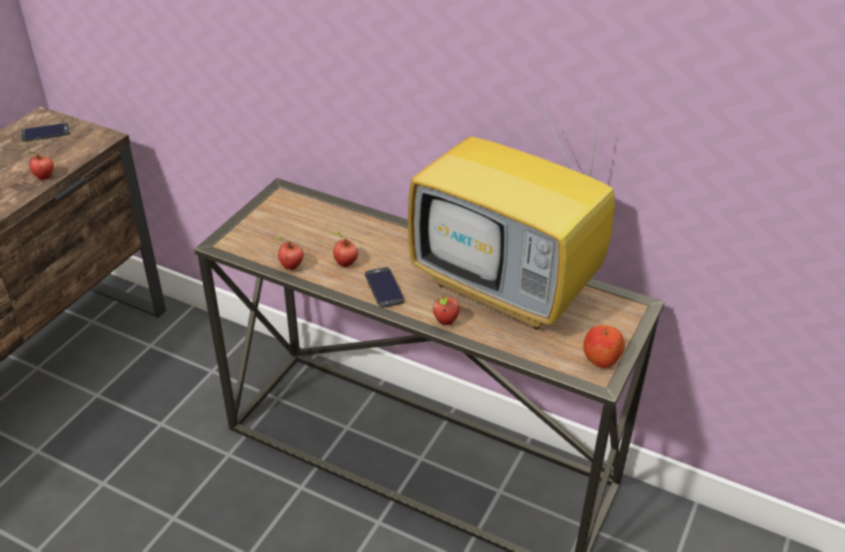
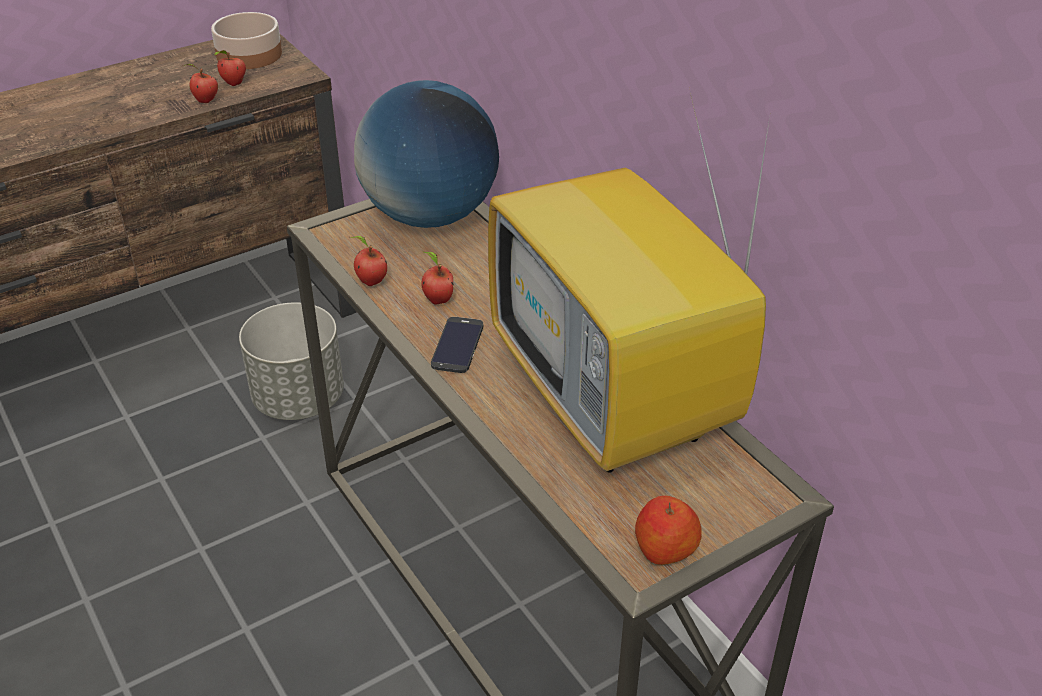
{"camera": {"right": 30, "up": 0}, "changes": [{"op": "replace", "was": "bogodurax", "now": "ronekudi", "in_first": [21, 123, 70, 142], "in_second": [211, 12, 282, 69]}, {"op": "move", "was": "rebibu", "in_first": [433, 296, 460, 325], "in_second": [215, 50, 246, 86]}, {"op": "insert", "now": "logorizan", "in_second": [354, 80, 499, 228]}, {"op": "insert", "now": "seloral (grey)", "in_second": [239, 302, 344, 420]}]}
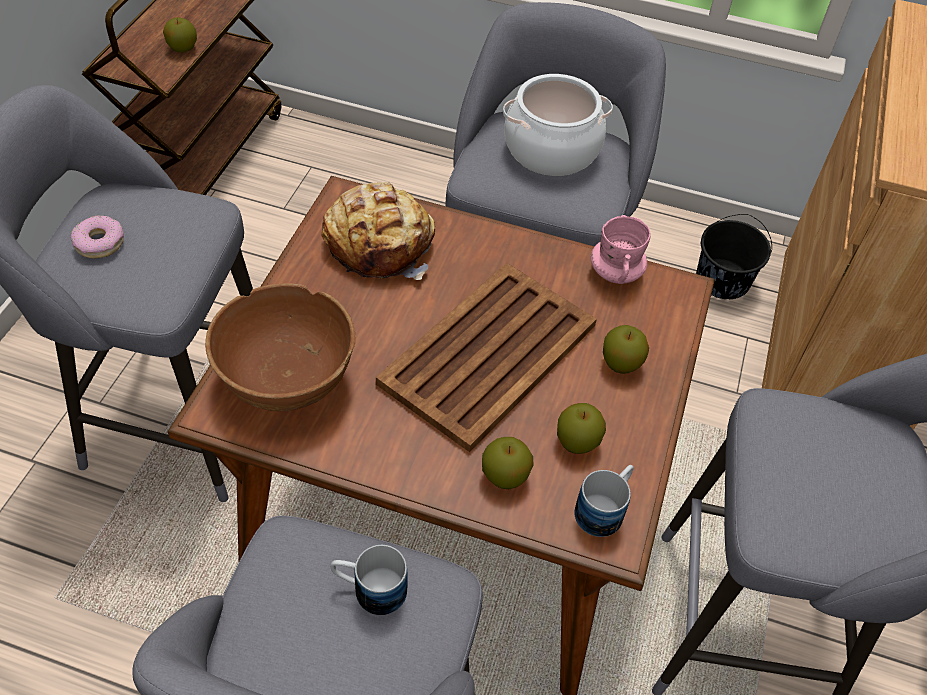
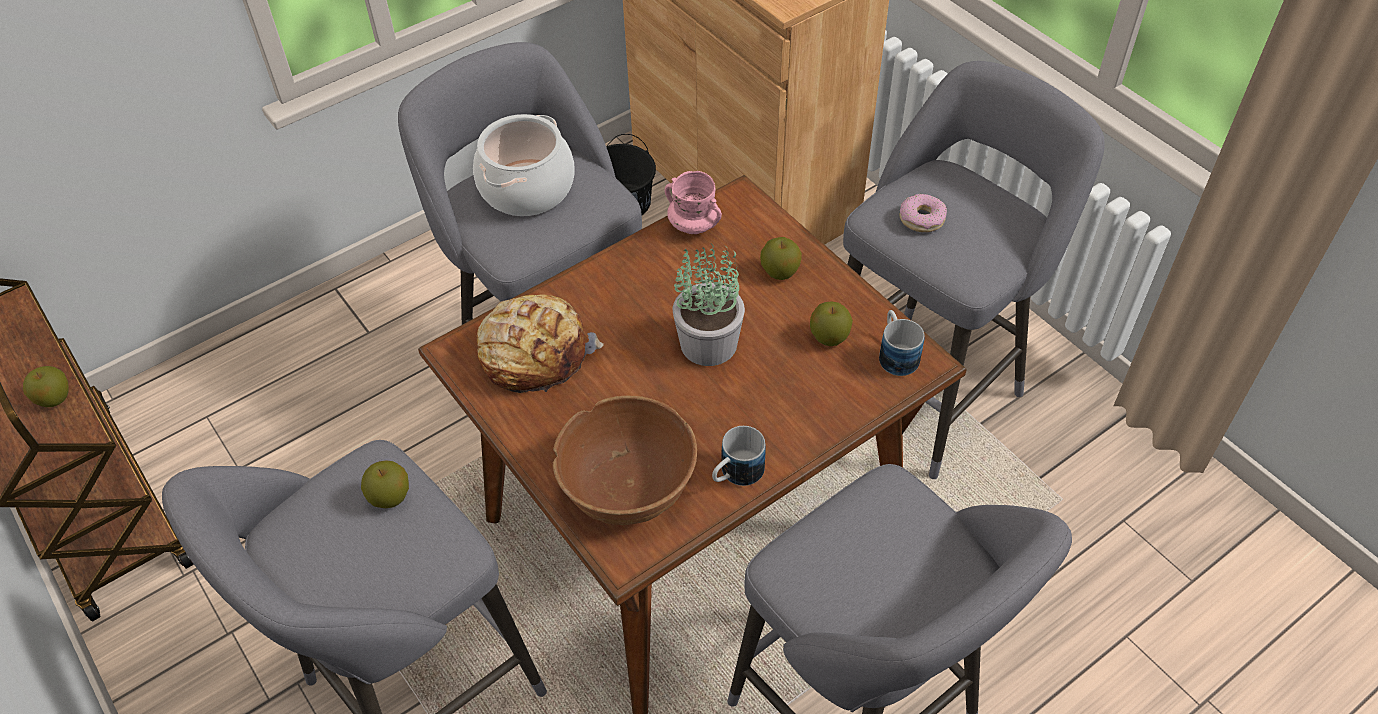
{"camera": {"right": -50, "up": 0}, "changes": [{"op": "move", "was": "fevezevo", "in_first": [71, 215, 124, 259], "in_second": [899, 194, 947, 232]}, {"op": "replace", "was": "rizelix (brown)", "now": "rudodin", "in_first": [376, 263, 597, 452], "in_second": [673, 243, 745, 366]}, {"op": "move", "was": "rebibu", "in_first": [482, 437, 533, 489], "in_second": [361, 460, 409, 508]}, {"op": "move", "was": "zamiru", "in_first": [330, 545, 408, 615], "in_second": [712, 426, 766, 486]}]}
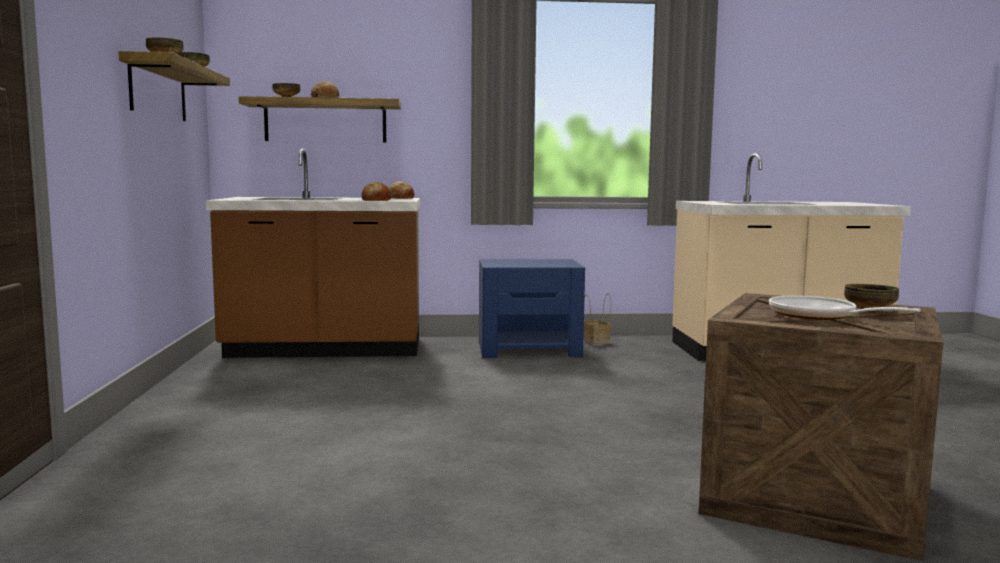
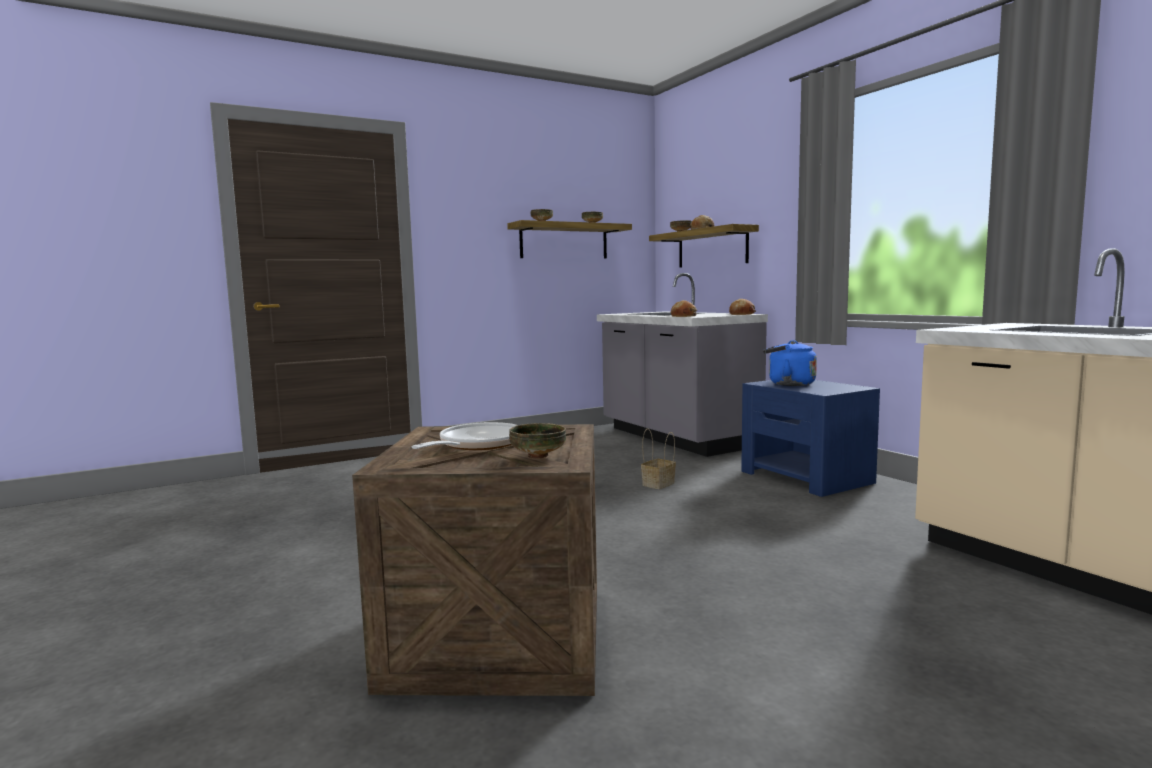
{"camera": {"right": 65, "up": 0}, "changes": [{"op": "recolor", "was": "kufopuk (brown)", "now": "kufopuk (grey)", "in_first": [206, 149, 420, 358], "in_second": [597, 273, 768, 457]}, {"op": "move", "was": "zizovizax", "in_first": [583, 293, 611, 345], "in_second": [641, 428, 676, 489]}, {"op": "insert", "now": "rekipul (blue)", "in_second": [763, 340, 817, 386]}]}
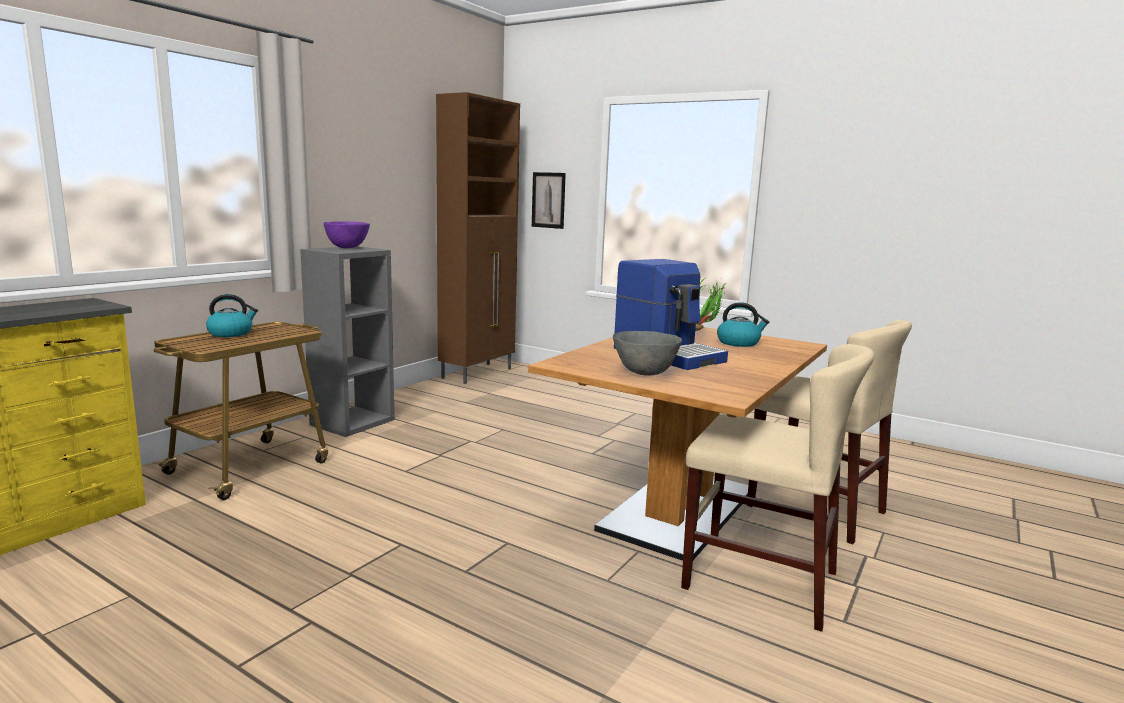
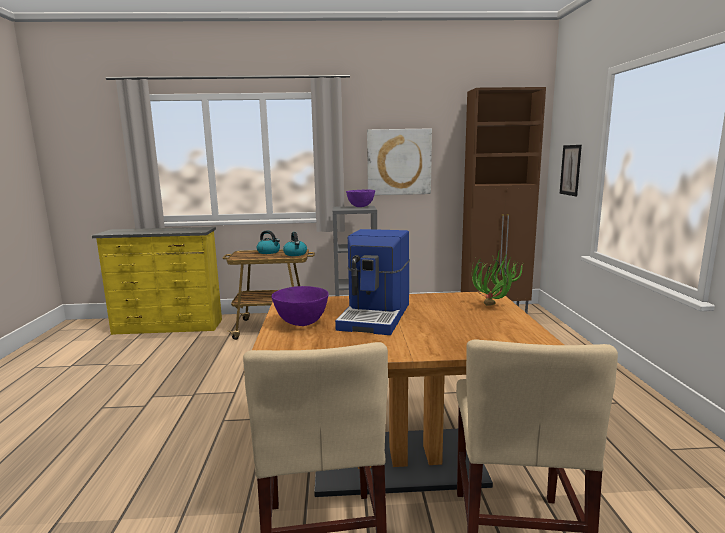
{"camera": {"right": 55, "up": 0}, "changes": [{"op": "move", "was": "rekipul", "in_first": [717, 302, 769, 347], "in_second": [283, 232, 307, 256]}, {"op": "recolor", "was": "ronekudi (grey)", "now": "ronekudi (purple)", "in_first": [613, 331, 682, 376], "in_second": [271, 286, 329, 326]}, {"op": "insert", "now": "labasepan", "in_second": [367, 128, 432, 195]}]}
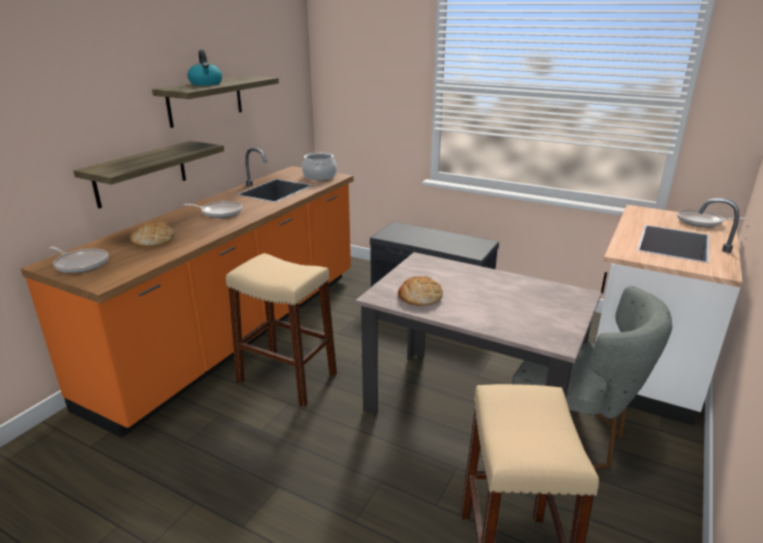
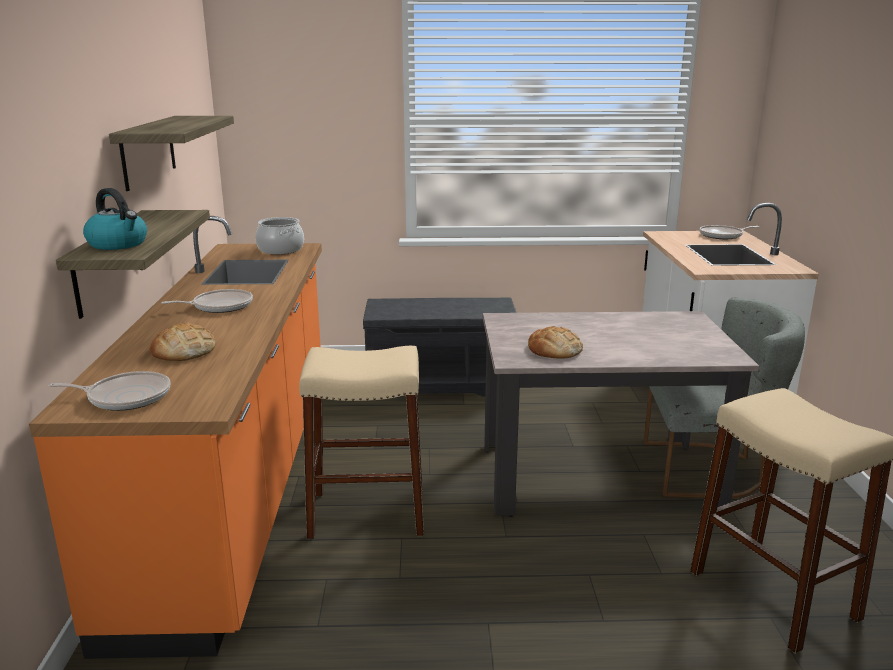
{"camera": {"right": -30, "up": -5}, "changes": [{"op": "move", "was": "rekipul", "in_first": [187, 50, 222, 86], "in_second": [83, 188, 147, 250]}]}
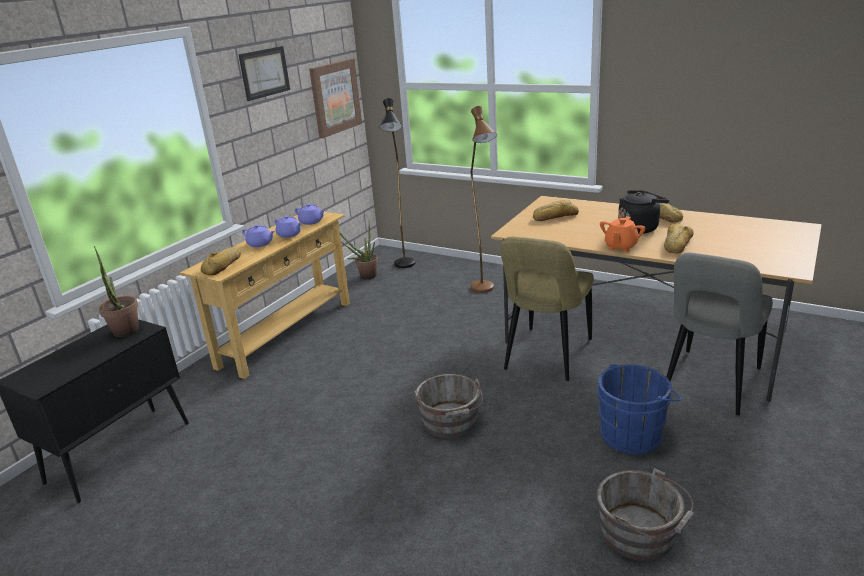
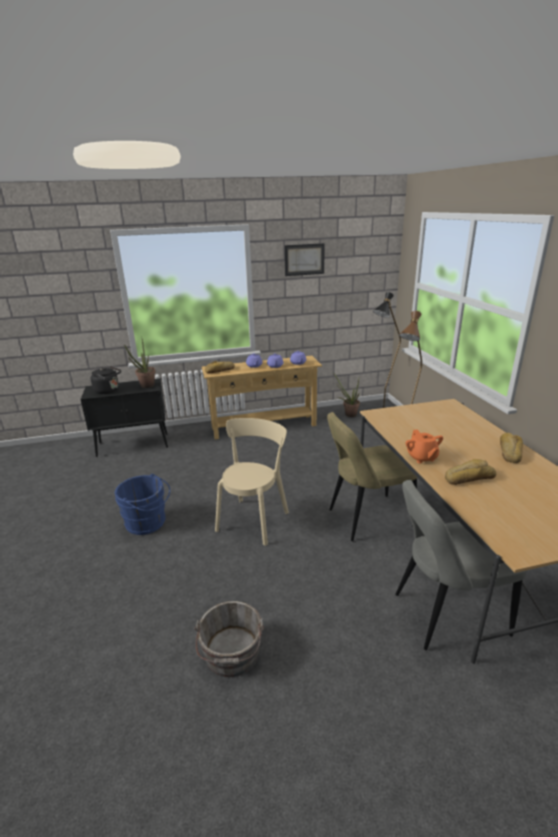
{"camera": {"right": 45, "up": 0}, "changes": [{"op": "delete", "was": "labasepan", "in_first": [309, 59, 362, 138]}, {"op": "move", "was": "rekipul (black)", "in_first": [618, 190, 669, 234], "in_second": [91, 366, 121, 394]}, {"op": "delete", "was": "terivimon", "in_first": [533, 200, 579, 221]}, {"op": "rotate", "was": "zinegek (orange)", "in_first": [600, 216, 645, 252], "in_second": [405, 429, 443, 463], "clockwise": -90}, {"op": "move", "was": "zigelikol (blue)", "in_first": [597, 364, 681, 454], "in_second": [115, 474, 170, 535]}, {"op": "replace", "was": "zigelikol (grey)", "now": "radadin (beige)", "in_first": [415, 374, 483, 438], "in_second": [215, 418, 289, 546]}]}
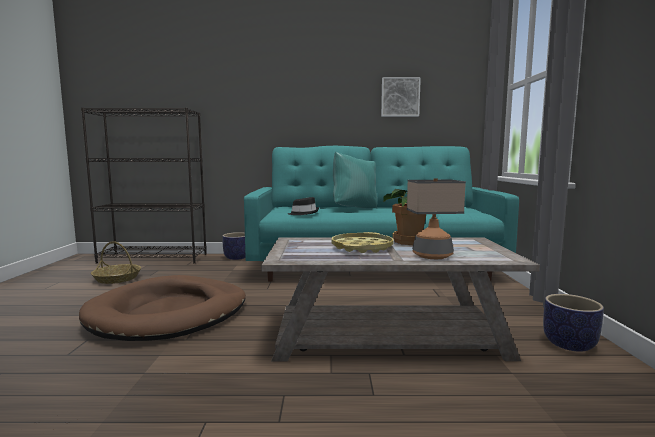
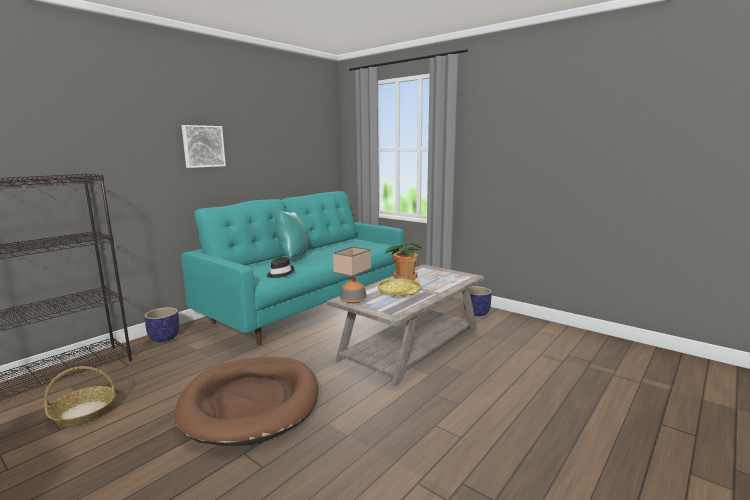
{"camera": {"right": -50, "up": 5}, "changes": [{"op": "move", "was": "labasepan", "in_first": [381, 77, 421, 117], "in_second": [181, 125, 226, 168]}, {"op": "move", "was": "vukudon", "in_first": [407, 178, 466, 259], "in_second": [333, 246, 371, 303]}]}
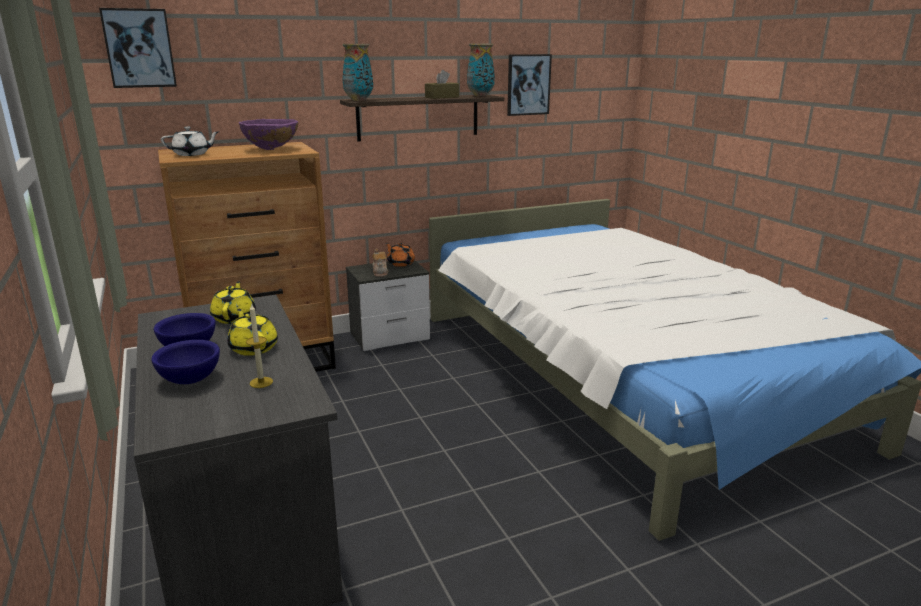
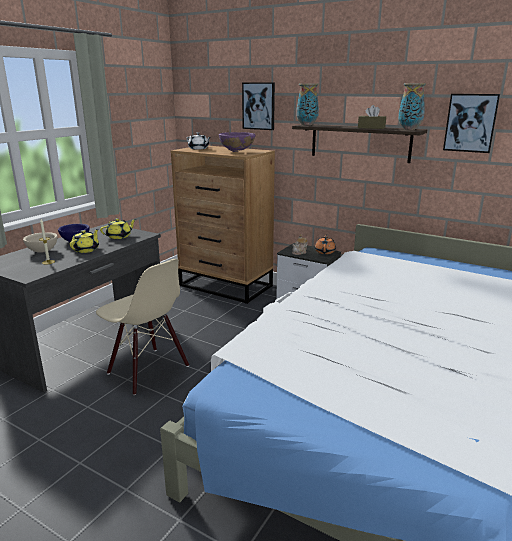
{"camera": {"right": 55, "up": 0}, "changes": [{"op": "move", "was": "labasepan", "in_first": [99, 8, 177, 88], "in_second": [242, 82, 275, 130]}, {"op": "recolor", "was": "ronekudi (blue)", "now": "ronekudi (beige)", "in_first": [151, 340, 220, 384], "in_second": [23, 232, 57, 253]}, {"op": "insert", "now": "radadin (beige)", "in_second": [96, 259, 189, 395]}]}
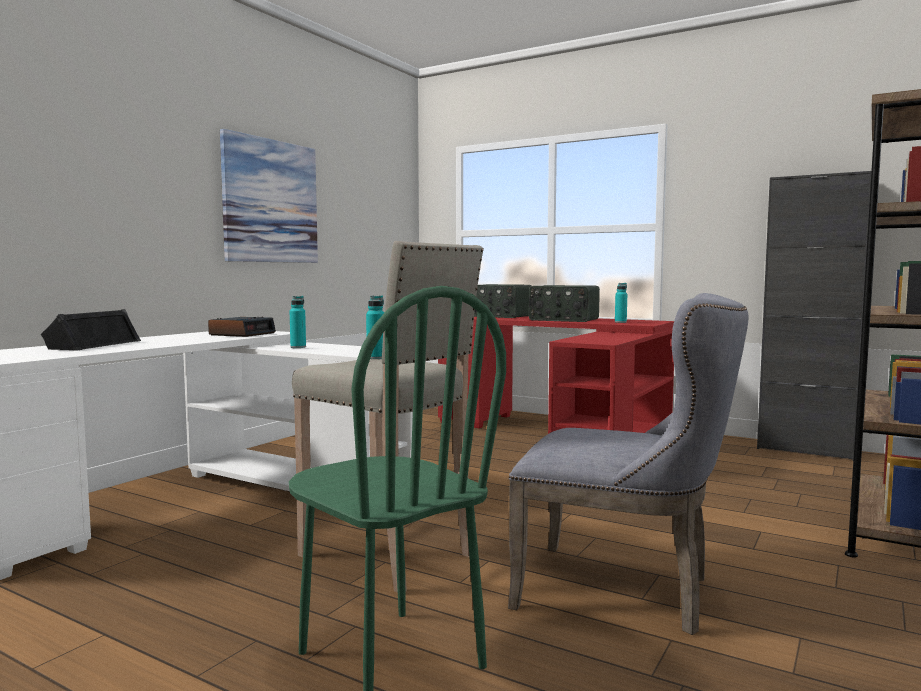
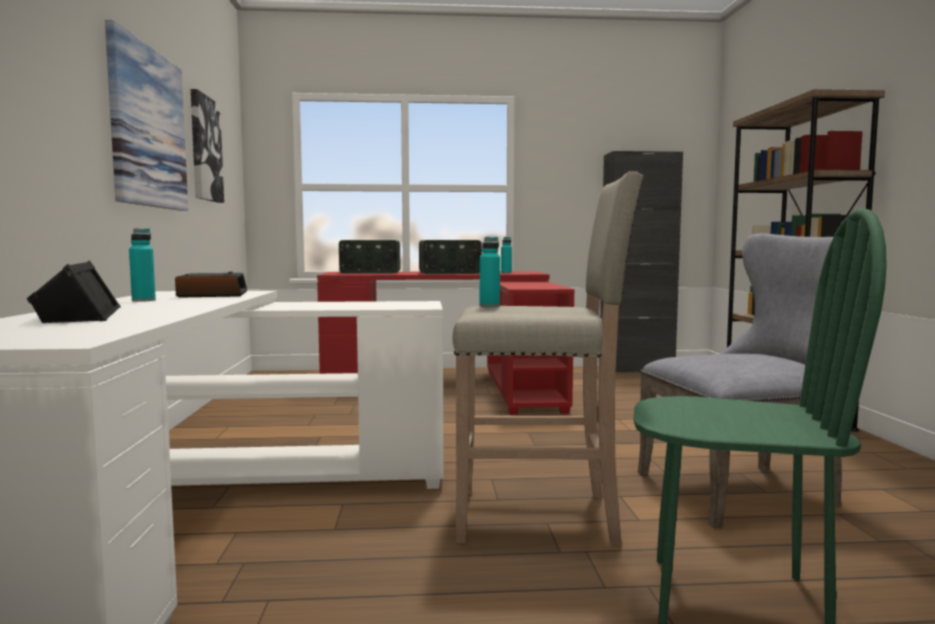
{"camera": {"right": -35, "up": 0}, "changes": [{"op": "move", "was": "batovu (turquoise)", "in_first": [290, 296, 306, 348], "in_second": [129, 228, 156, 302]}, {"op": "insert", "now": "labasepan", "in_second": [191, 89, 224, 203]}]}
